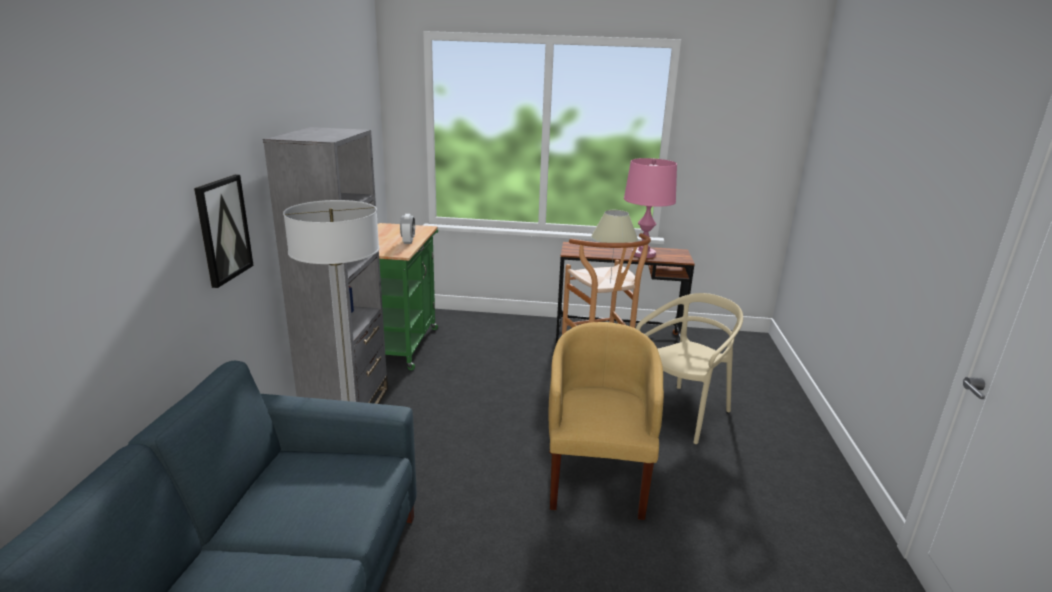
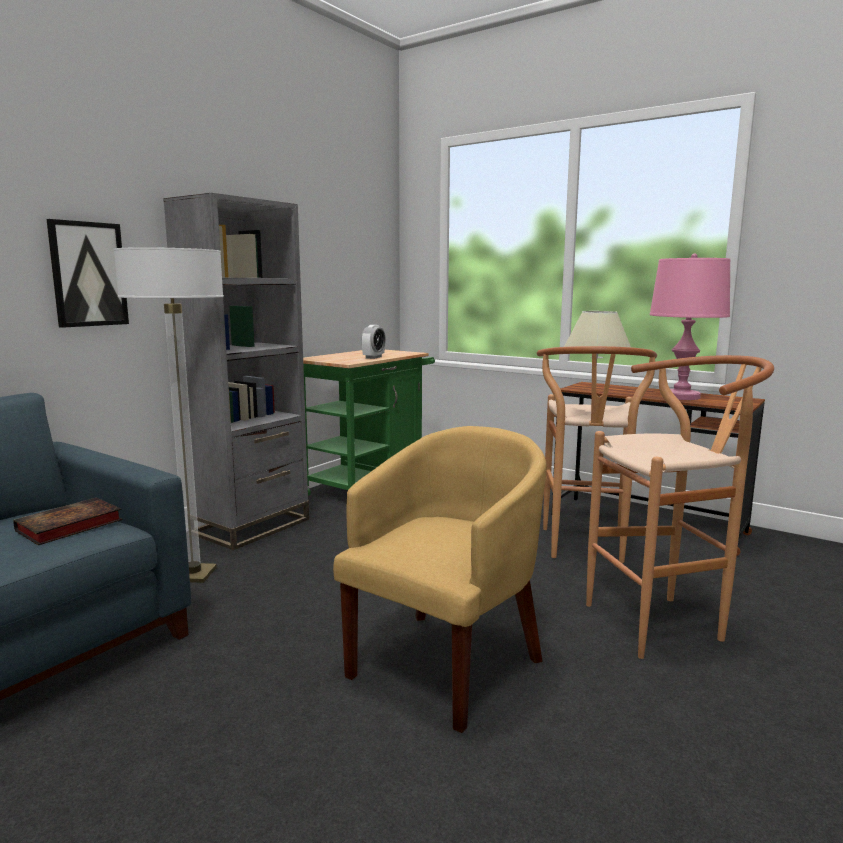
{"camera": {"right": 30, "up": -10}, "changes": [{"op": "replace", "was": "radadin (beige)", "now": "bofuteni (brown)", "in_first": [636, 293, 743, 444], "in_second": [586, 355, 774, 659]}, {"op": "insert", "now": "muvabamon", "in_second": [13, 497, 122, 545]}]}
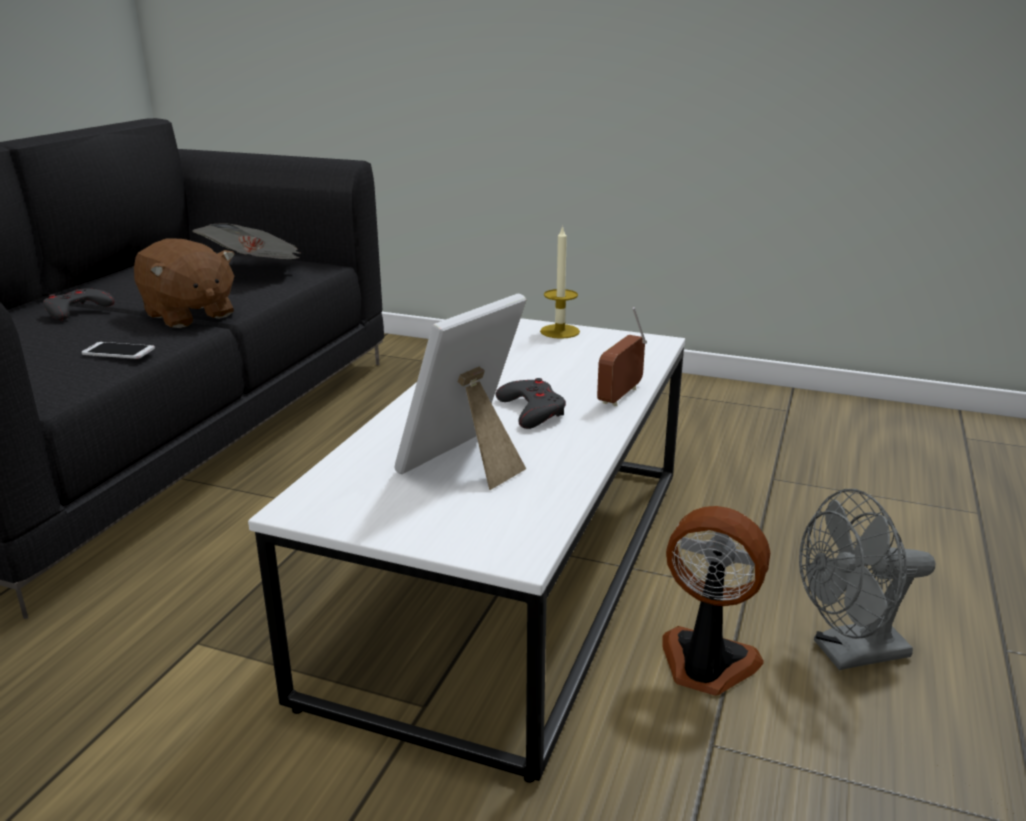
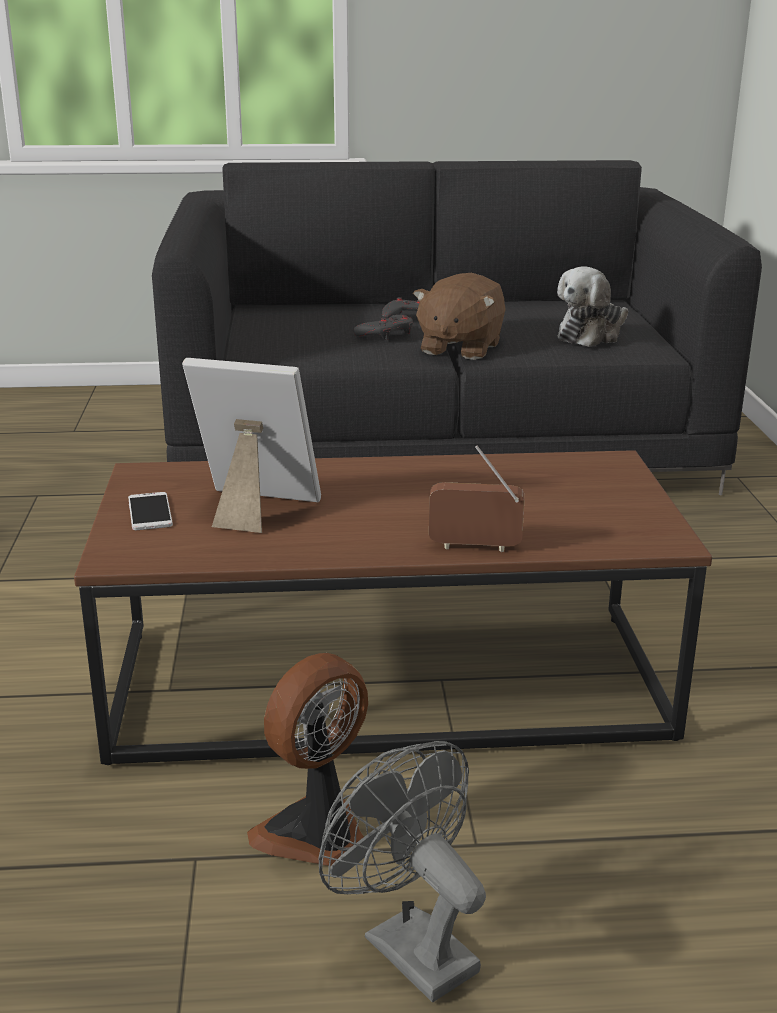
{"camera": {"right": 65, "up": 0}, "changes": [{"op": "replace", "was": "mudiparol", "now": "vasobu", "in_first": [192, 223, 301, 259], "in_second": [557, 266, 628, 347]}, {"op": "delete", "was": "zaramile", "in_first": [540, 225, 580, 339]}, {"op": "recolor", "was": "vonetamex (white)", "now": "vonetamex (brown)", "in_first": [248, 318, 685, 783], "in_second": [74, 450, 712, 765]}, {"op": "move", "was": "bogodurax", "in_first": [82, 342, 155, 359], "in_second": [128, 492, 173, 530]}, {"op": "move", "was": "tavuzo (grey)", "in_first": [495, 378, 566, 429], "in_second": [353, 315, 413, 340]}, {"op": "rotate", "was": "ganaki", "in_first": [663, 506, 770, 696], "in_second": [247, 653, 368, 866], "clockwise": -135}]}
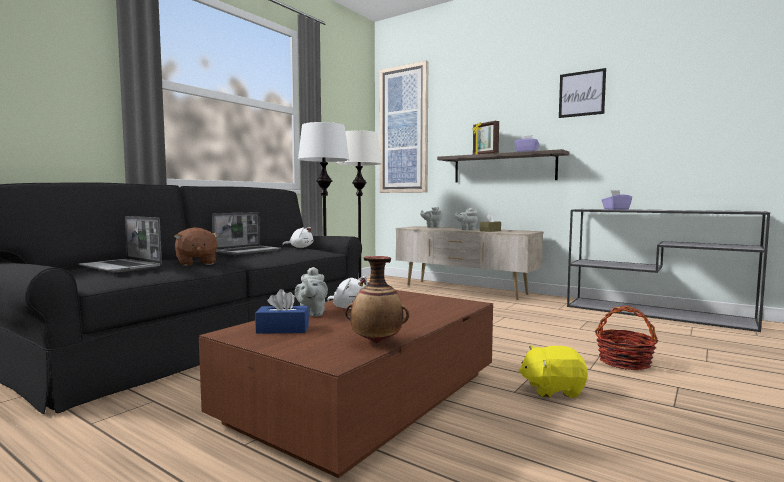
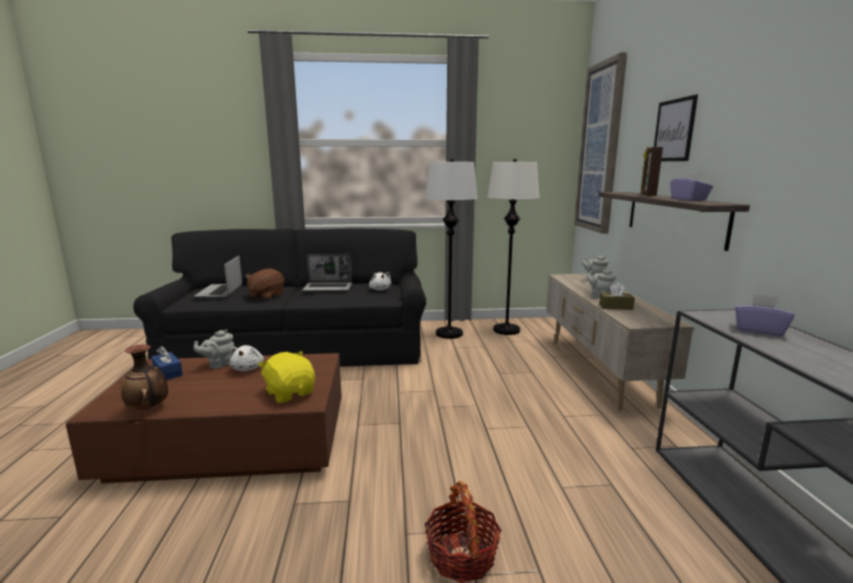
{"camera": {"right": 50, "up": 10}, "changes": [{"op": "move", "was": "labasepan", "in_first": [559, 68, 606, 118], "in_second": [654, 95, 698, 161]}, {"op": "move", "was": "vasobu (yellow)", "in_first": [518, 346, 588, 398], "in_second": [258, 351, 315, 403]}]}
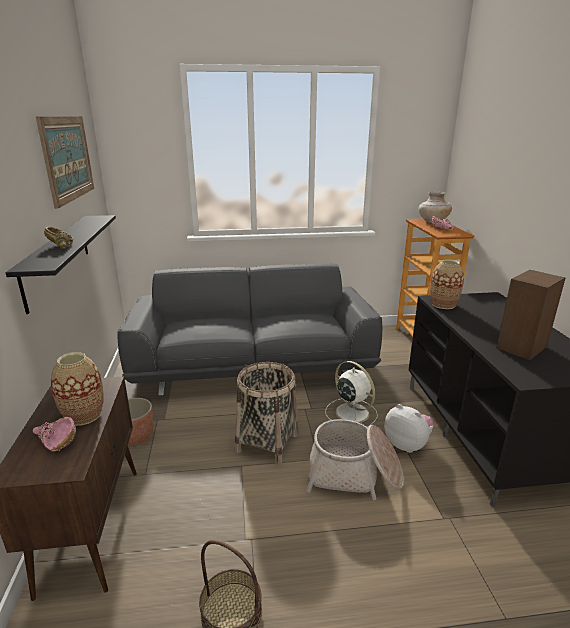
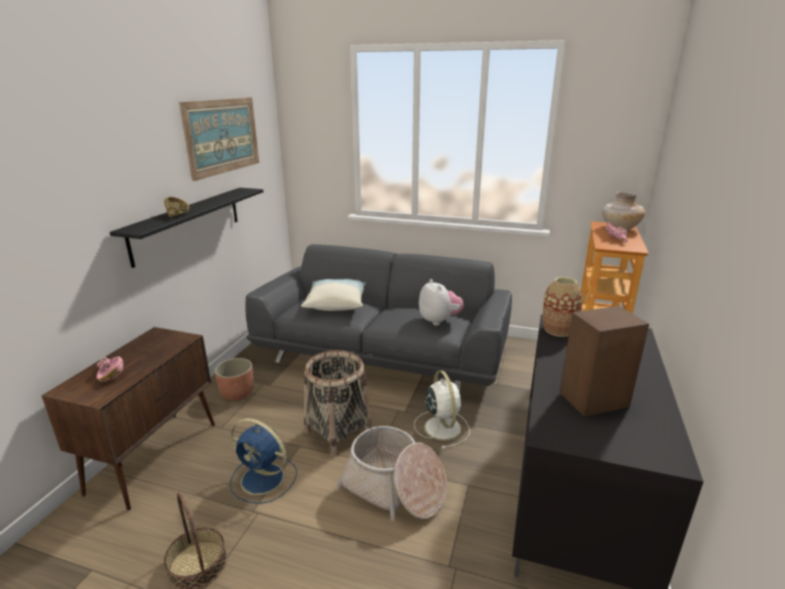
{"camera": {"right": 25, "up": 0}, "changes": [{"op": "delete", "was": "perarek", "in_first": [51, 352, 103, 426]}, {"op": "move", "was": "vasobu", "in_first": [384, 404, 433, 453], "in_second": [419, 279, 464, 326]}, {"op": "insert", "now": "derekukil", "in_second": [301, 279, 367, 311]}, {"op": "insert", "now": "ganaki (blue)", "in_second": [230, 418, 297, 504]}]}
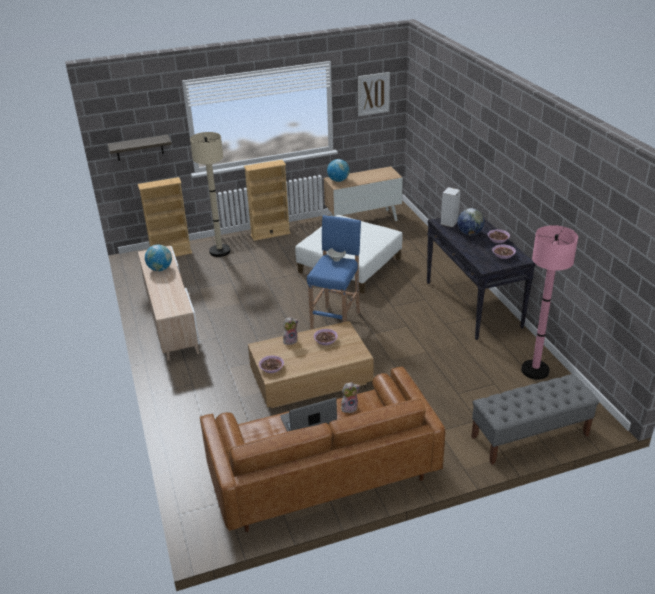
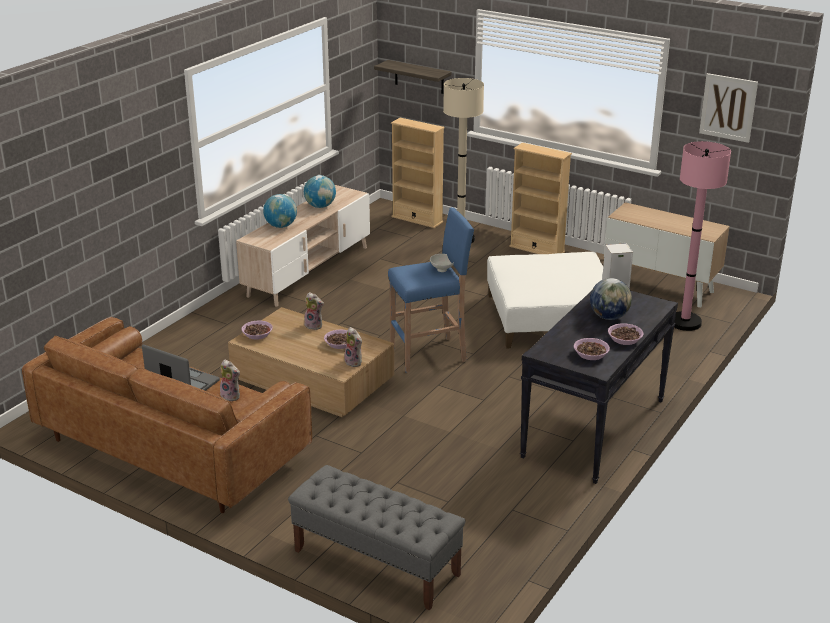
{"camera": {"right": 50, "up": -5}, "changes": [{"op": "move", "was": "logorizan", "in_first": [327, 159, 350, 182], "in_second": [263, 194, 297, 228]}, {"op": "move", "was": "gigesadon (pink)", "in_first": [521, 225, 578, 379], "in_second": [674, 141, 731, 331]}, {"op": "insert", "now": "vasobu", "in_second": [344, 327, 362, 367]}]}
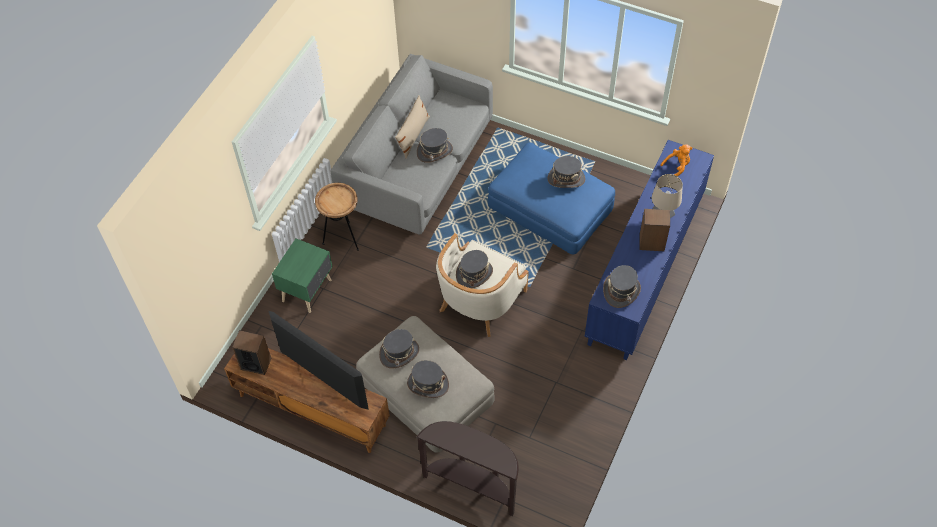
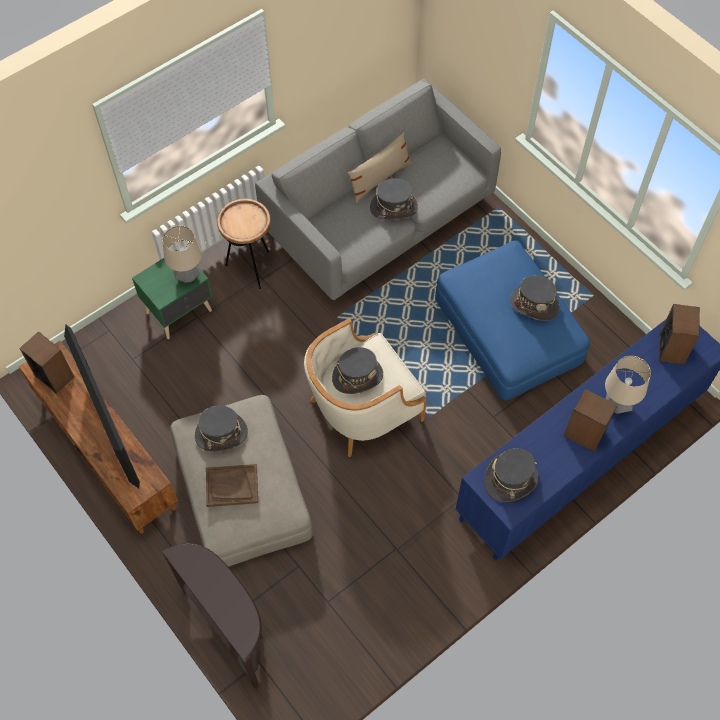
{"camera": {"right": 25, "up": 5}, "changes": [{"op": "replace", "was": "vasobu (orange)", "now": "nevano", "in_first": [660, 144, 693, 176], "in_second": [659, 304, 700, 365]}, {"op": "replace", "was": "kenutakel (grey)", "now": "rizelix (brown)", "in_first": [407, 360, 449, 398], "in_second": [206, 464, 258, 507]}, {"op": "insert", "now": "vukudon", "in_second": [163, 226, 202, 283]}]}
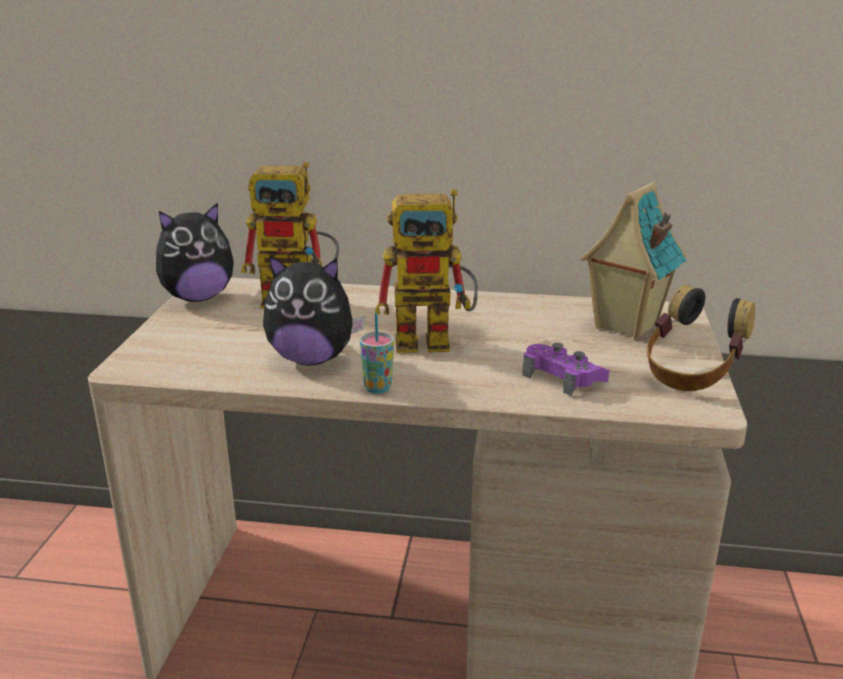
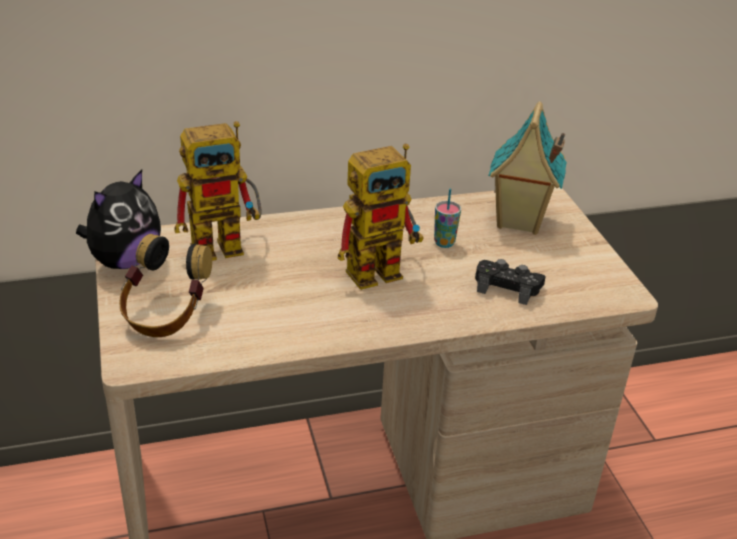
{"camera": {"right": -25, "up": 10}, "changes": [{"op": "delete", "was": "vasobu", "in_first": [263, 255, 365, 365]}, {"op": "move", "was": "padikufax", "in_first": [647, 285, 755, 391], "in_second": [119, 234, 212, 337]}, {"op": "move", "was": "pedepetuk", "in_first": [360, 313, 394, 394], "in_second": [434, 189, 461, 248]}, {"op": "recolor", "was": "tavuzo (purple)", "now": "tavuzo (black)", "in_first": [522, 343, 609, 396], "in_second": [475, 259, 546, 305]}]}
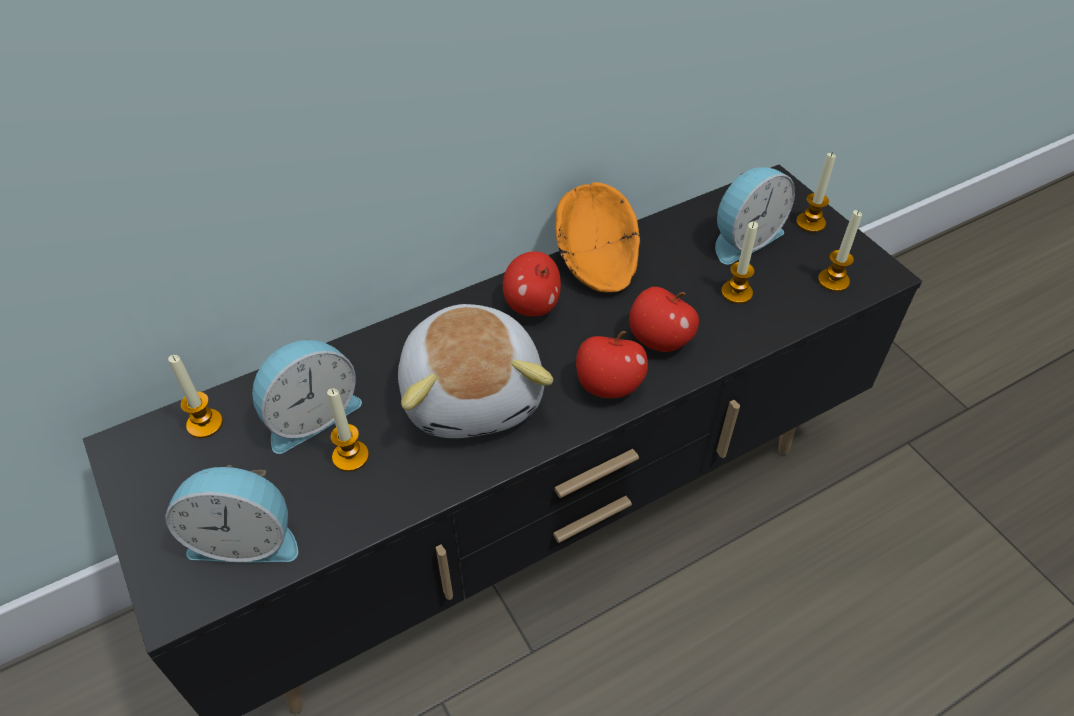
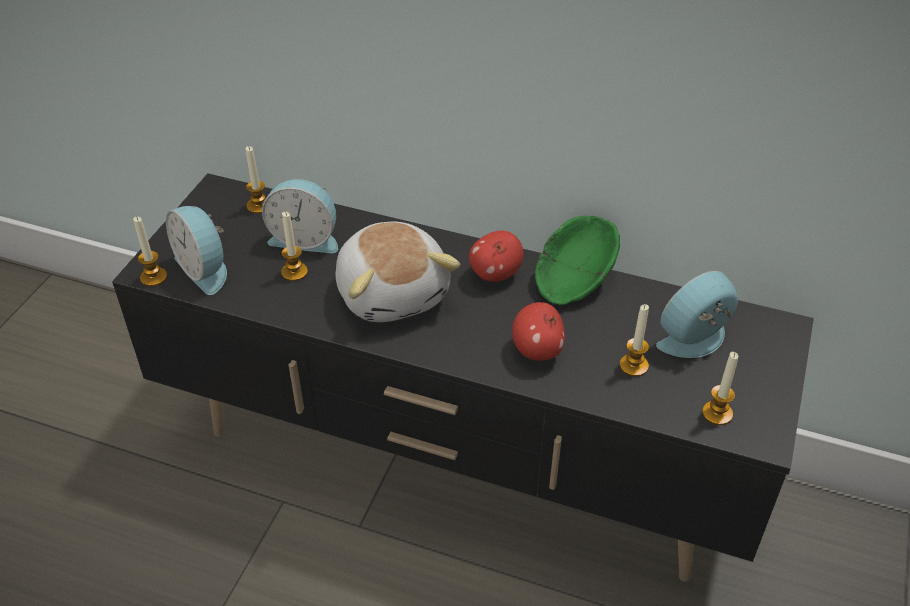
{"camera": {"right": 50, "up": -5}, "changes": [{"op": "move", "was": "zaramile", "in_first": [796, 152, 836, 233], "in_second": [133, 217, 167, 286]}, {"op": "rotate", "was": "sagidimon", "in_first": [715, 167, 795, 265], "in_second": [656, 271, 738, 358], "clockwise": 135}, {"op": "recolor", "was": "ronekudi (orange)", "now": "ronekudi (green)", "in_first": [555, 182, 640, 292], "in_second": [534, 216, 620, 305]}, {"op": "rotate", "was": "vasobu", "in_first": [398, 304, 553, 438], "in_second": [336, 222, 460, 322], "clockwise": -60}, {"op": "delete", "was": "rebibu", "in_first": [576, 331, 648, 398]}]}
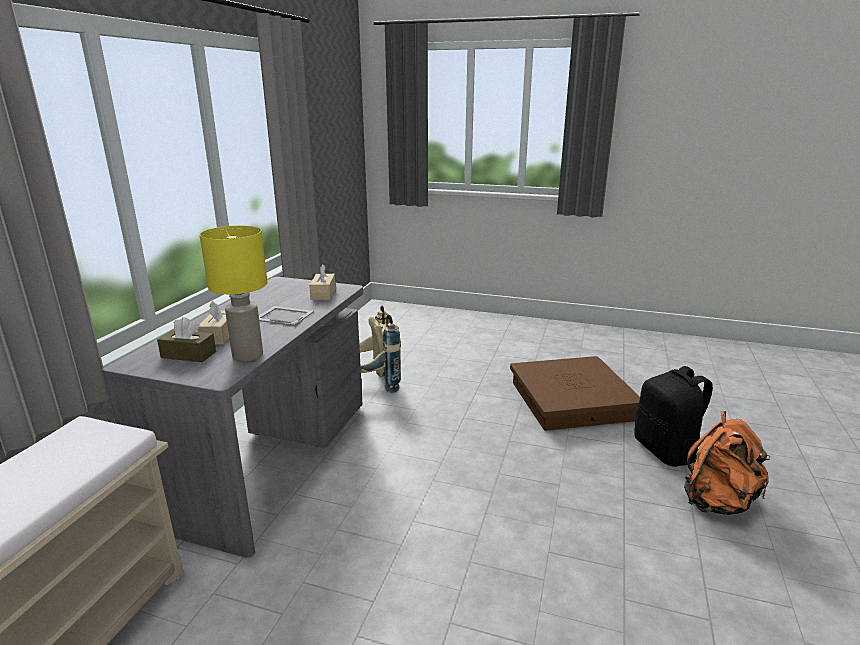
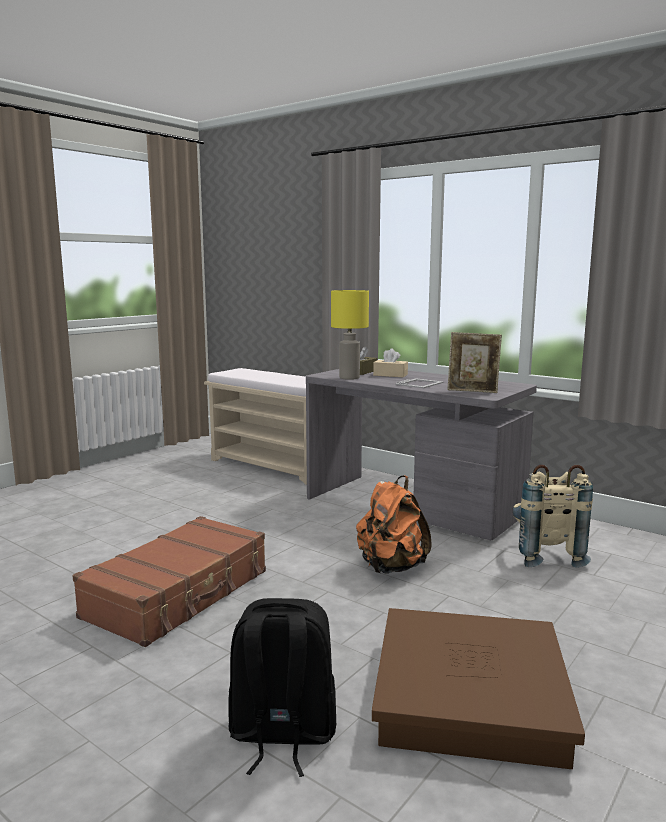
{"camera": {"right": 110, "up": -10}, "changes": [{"op": "replace", "was": "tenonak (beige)", "now": "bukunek", "in_first": [309, 264, 336, 300], "in_second": [447, 332, 502, 393]}, {"op": "move", "was": "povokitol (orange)", "in_first": [684, 411, 770, 515], "in_second": [356, 476, 431, 574]}, {"op": "insert", "now": "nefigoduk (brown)", "in_second": [73, 516, 266, 647]}]}
